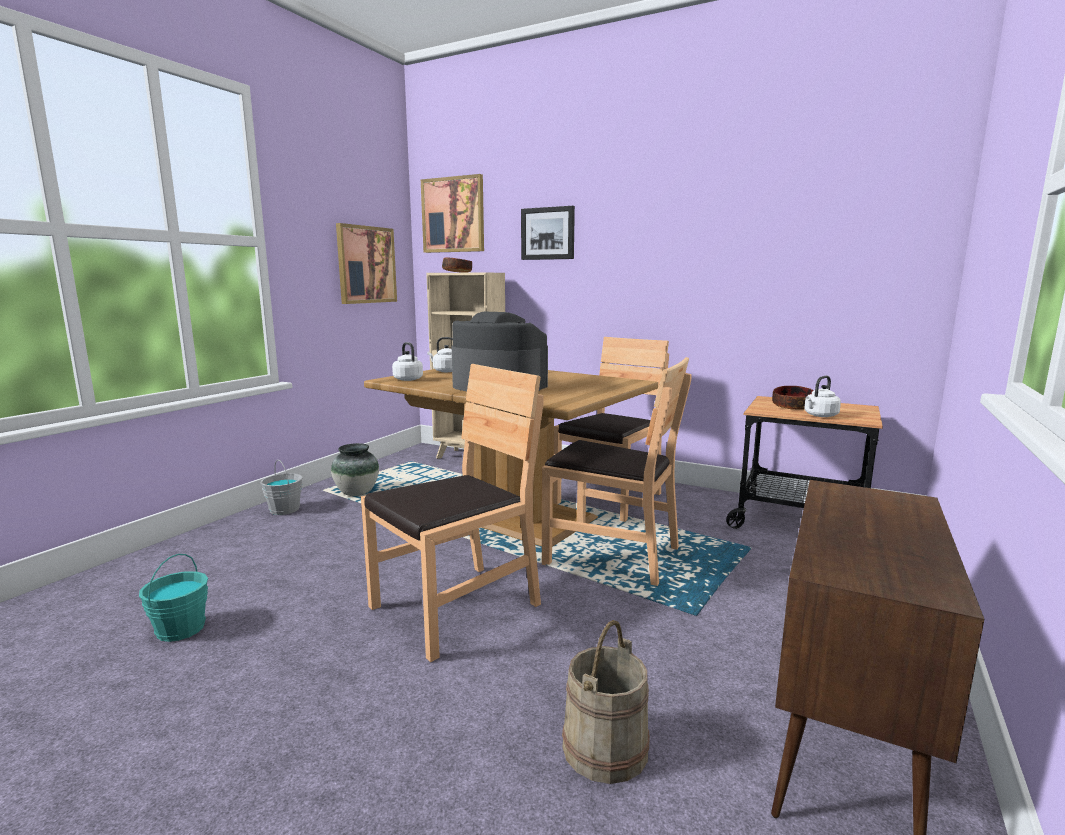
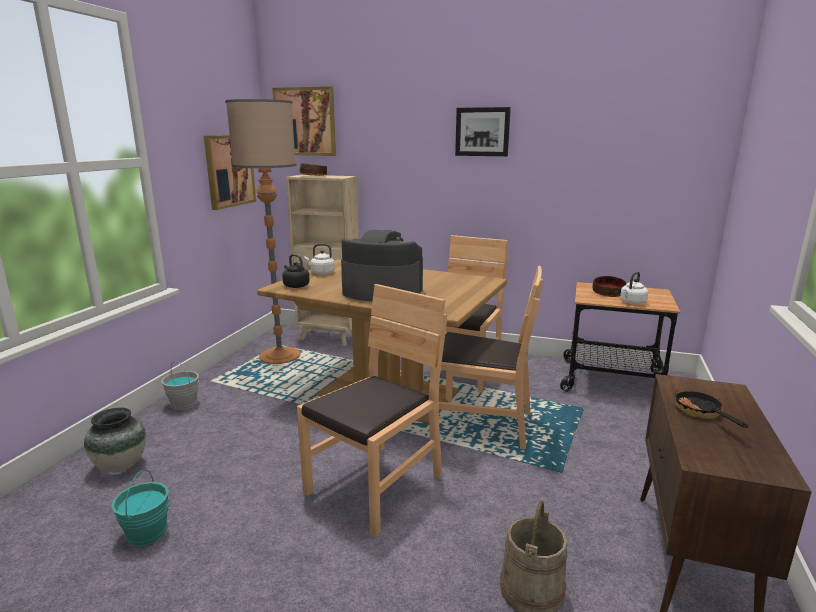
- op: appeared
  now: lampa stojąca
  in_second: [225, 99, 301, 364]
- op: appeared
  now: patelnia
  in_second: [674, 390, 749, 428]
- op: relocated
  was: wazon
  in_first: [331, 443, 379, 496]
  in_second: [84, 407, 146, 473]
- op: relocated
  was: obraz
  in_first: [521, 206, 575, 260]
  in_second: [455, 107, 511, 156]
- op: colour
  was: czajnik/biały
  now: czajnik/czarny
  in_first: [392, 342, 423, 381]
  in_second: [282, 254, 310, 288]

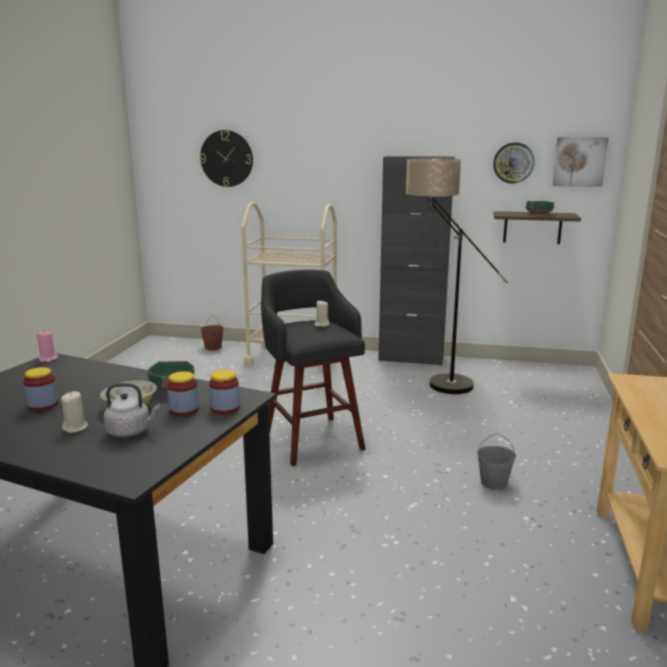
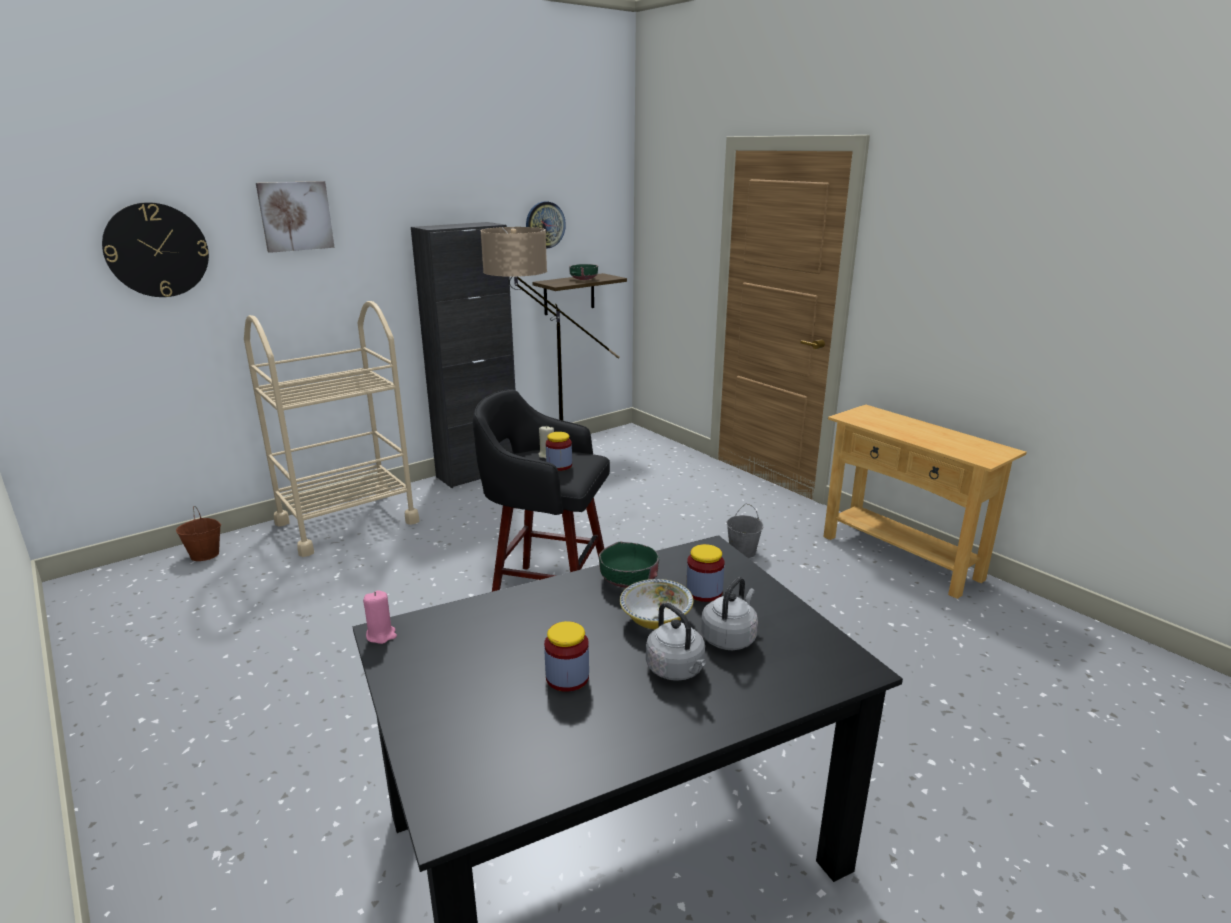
- op: relocated
  was: słoik
  in_first: [209, 370, 240, 414]
  in_second: [546, 432, 572, 471]
- op: relocated
  was: obraz
  in_first: [553, 137, 609, 187]
  in_second: [256, 181, 335, 253]
- op: exchanged
  was: świeca/beżowy
  now: czajnik/szary
  in_first: [61, 391, 88, 433]
  in_second: [646, 602, 706, 681]

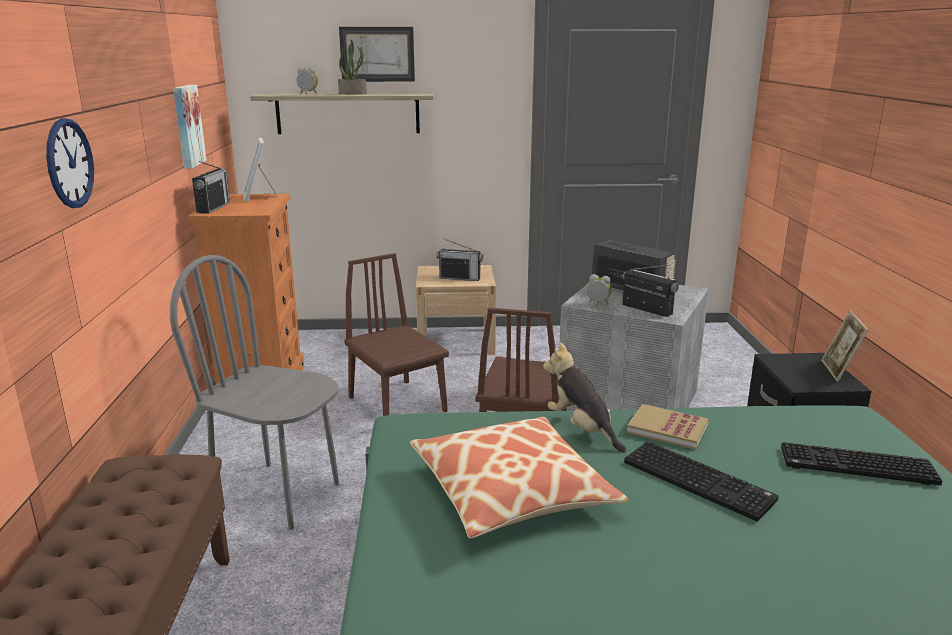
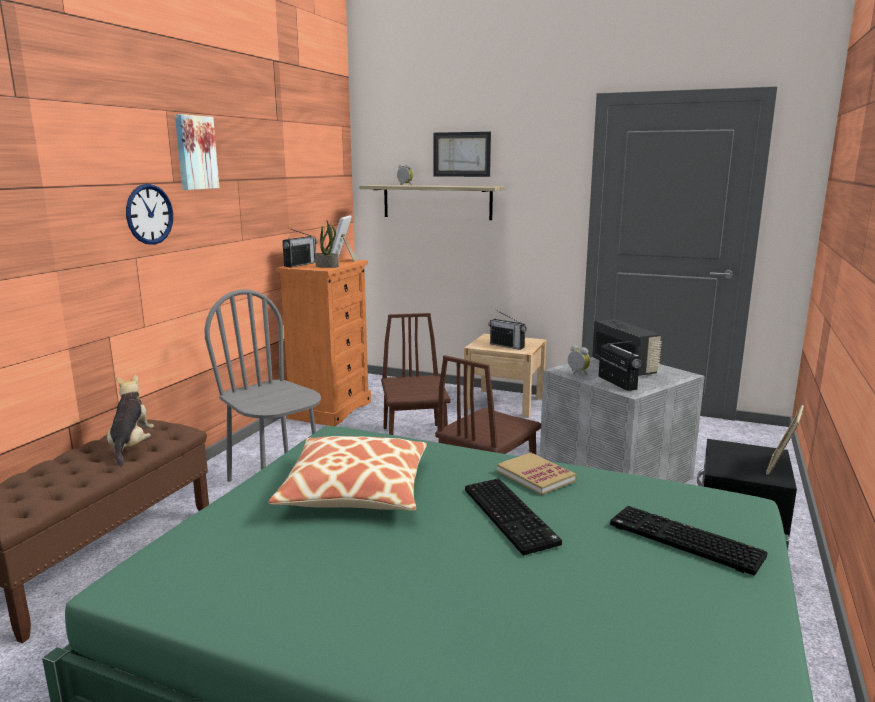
- op: relocated
  was: obraz
  in_first: [173, 85, 207, 169]
  in_second: [175, 114, 220, 190]
- op: relocated
  was: roślina doniczkowa
  in_first: [338, 40, 367, 94]
  in_second: [315, 220, 339, 268]
- op: relocated
  was: pluszak
  in_first: [543, 342, 626, 453]
  in_second: [107, 375, 154, 466]

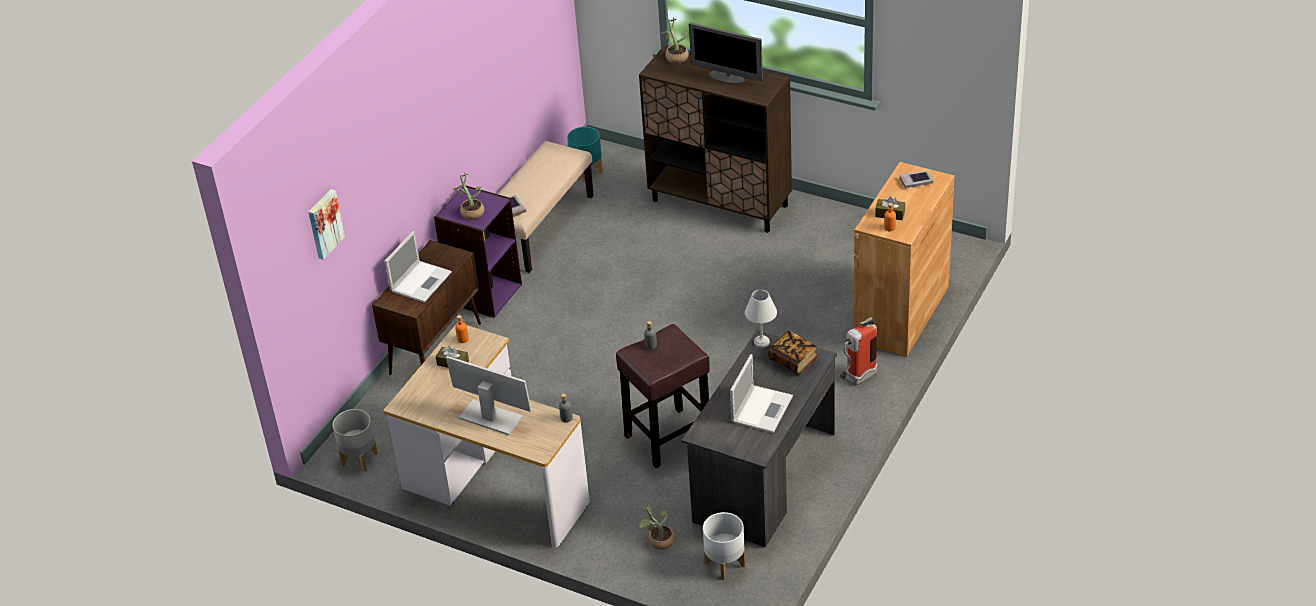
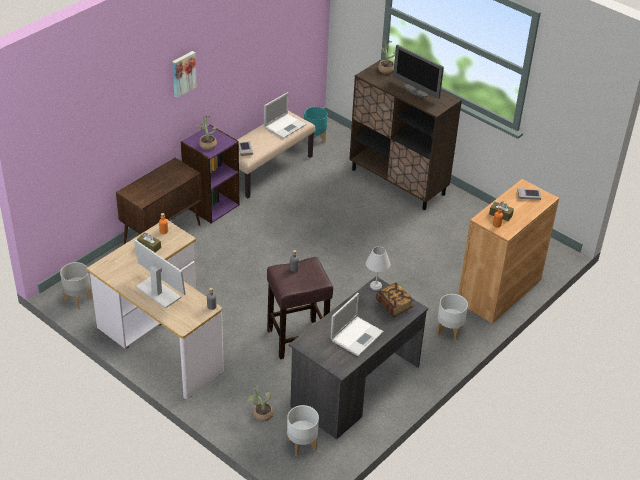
- op: relocated
  was: obraz
  in_first: [309, 189, 345, 260]
  in_second: [172, 51, 197, 98]
- op: relocated
  was: laptop
  in_first: [385, 231, 452, 303]
  in_second: [264, 92, 306, 139]
- op: exchanged
  was: gaśnica
  now: donica/biały
  in_first: [839, 317, 878, 385]
  in_second: [437, 294, 468, 340]

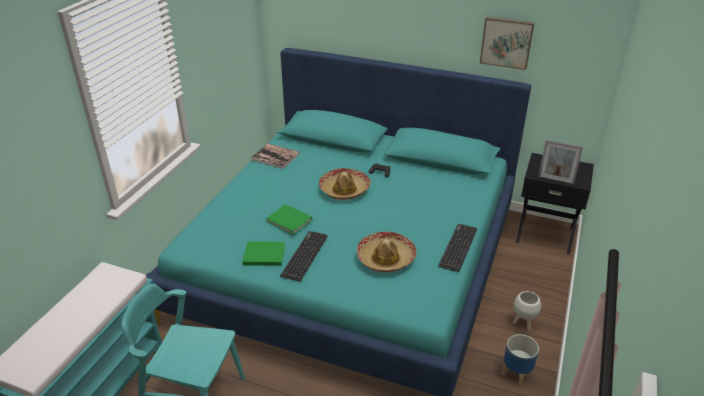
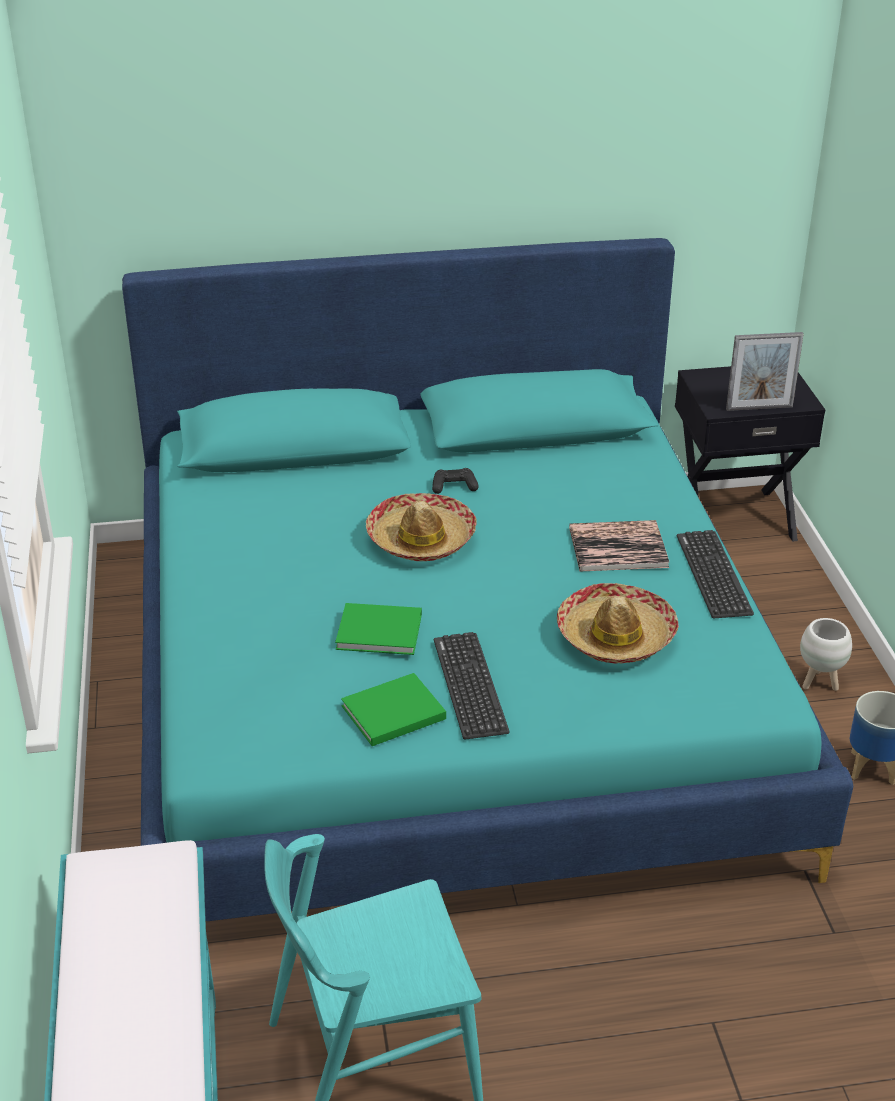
- op: missing
  was: obraz
  in_first: [480, 17, 534, 70]
- op: relocated
  was: książka
  in_first: [251, 144, 300, 169]
  in_second: [569, 520, 670, 572]

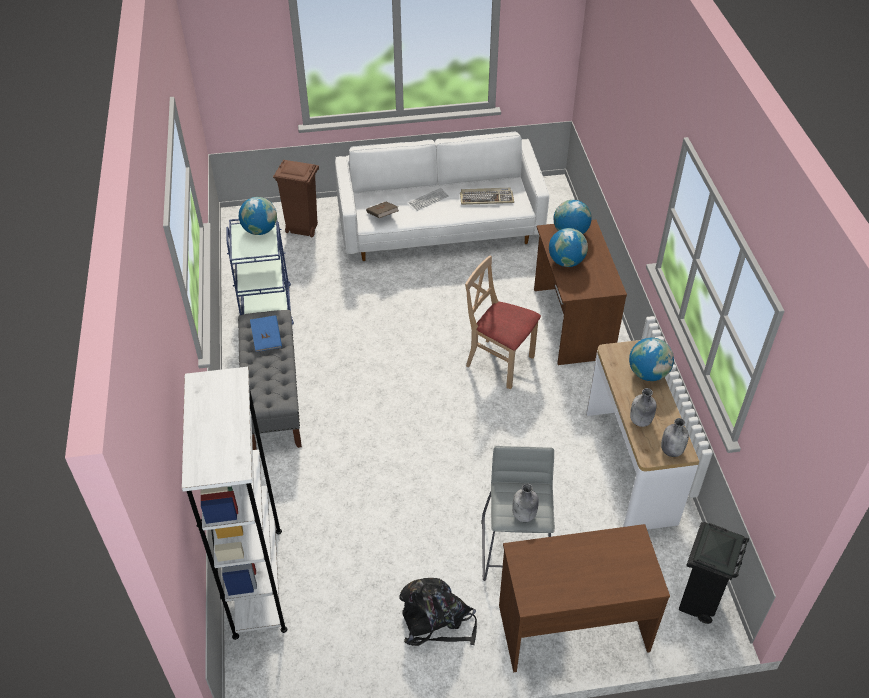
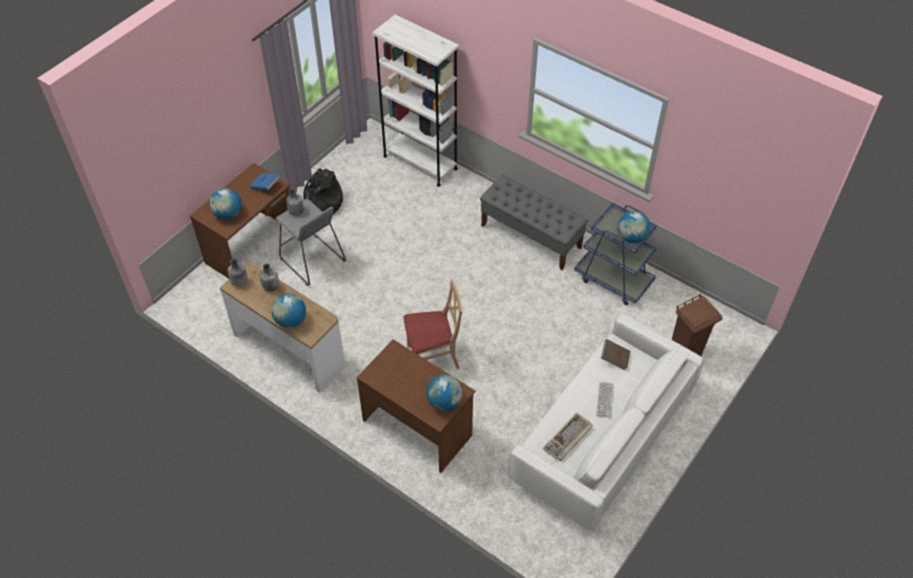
- op: missing
  was: kosz na śmieci/czarny
  in_first: [679, 522, 749, 624]
- op: relocated
  was: książka/niebieski
  in_first: [250, 315, 282, 352]
  in_second: [250, 173, 281, 190]
- op: relocated
  was: globus
  in_first: [549, 228, 588, 267]
  in_second: [210, 188, 242, 220]

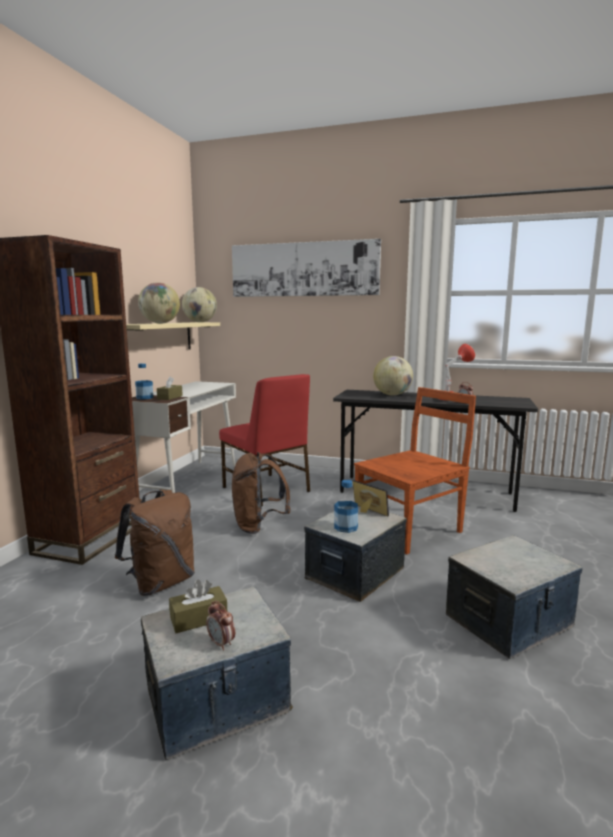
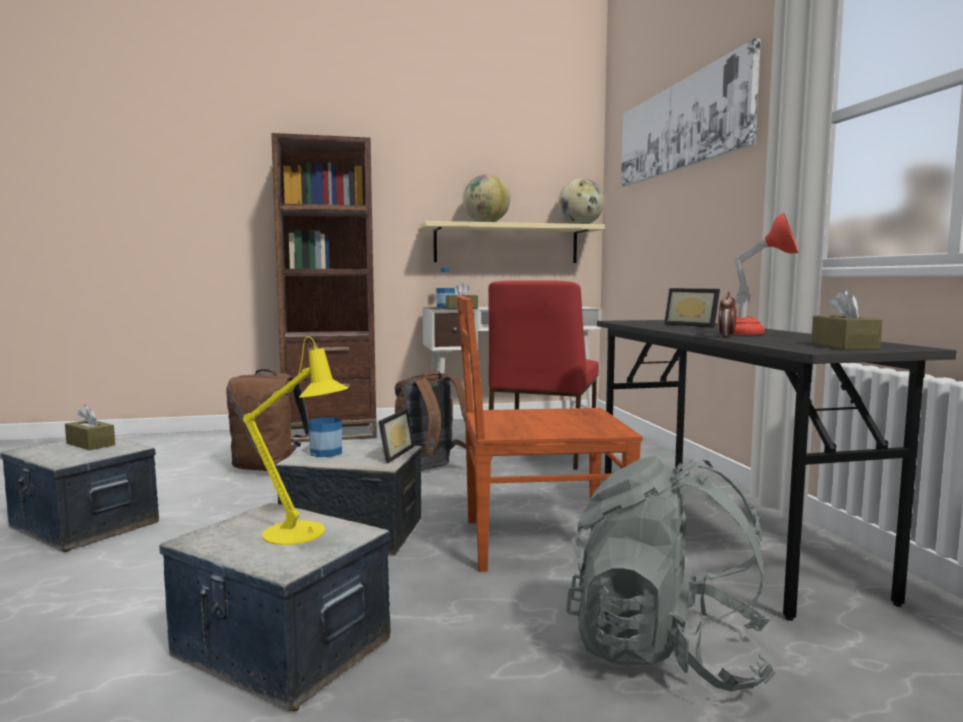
- op: missing
  was: budzik
  in_first: [206, 601, 235, 650]
- op: appeared
  now: lampa stołowa/żółty
  in_second: [243, 336, 348, 545]
- op: appeared
  now: plecak/szary
  in_second: [566, 456, 776, 692]
- op: appeared
  now: pudełko chusteczek/brązowy
  in_second: [811, 289, 882, 350]
- op: exchanged
  was: globus
  now: ramka na zdjęcie
  in_first: [373, 356, 413, 396]
  in_second: [664, 288, 720, 328]
- op: spun
  was: krzesło/brązowy
  in_first: [354, 387, 476, 555]
  in_second: [456, 295, 643, 572]
  clockwise: 150

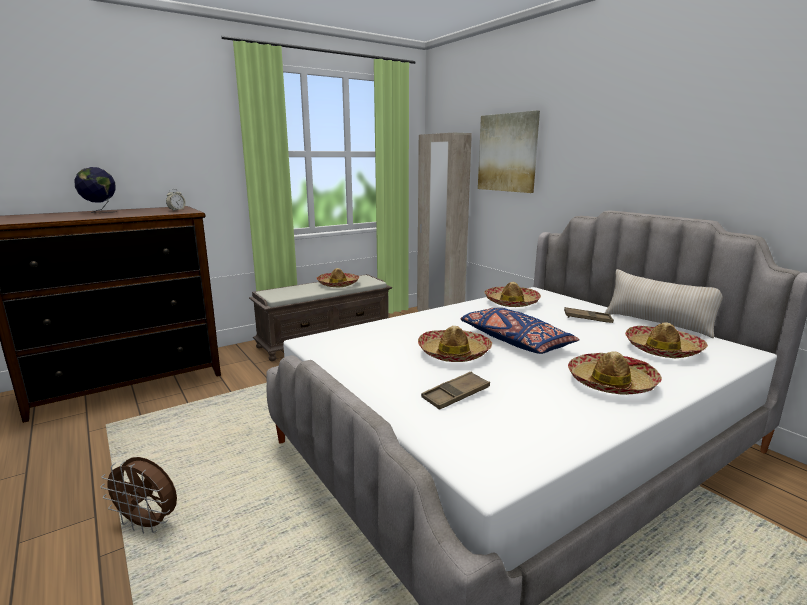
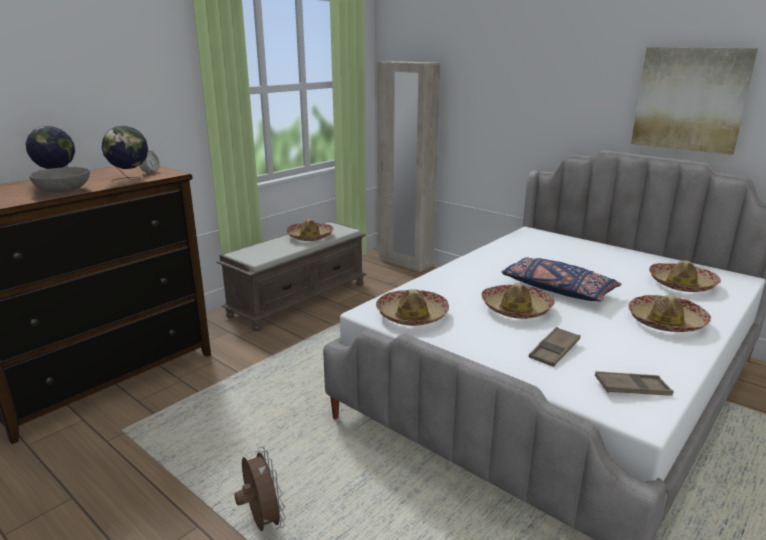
- op: missing
  was: poduszka/beżowy
  in_first: [605, 269, 723, 338]
- op: appeared
  now: miska/szary
  in_second: [29, 167, 90, 193]
- op: appeared
  now: globus
  in_second: [102, 126, 148, 182]
- op: relocated
  was: obraz
  in_first: [478, 110, 540, 193]
  in_second: [631, 47, 758, 155]
- op: relocated
  was: kapelusz
  in_first: [484, 282, 541, 307]
  in_second: [376, 289, 449, 326]
- op: relocated
  was: taca/brązowy
  in_first: [564, 307, 614, 323]
  in_second: [595, 371, 673, 396]
- op: spun
  was: wentylator/brązowy
  in_first: [100, 457, 177, 534]
  in_second: [234, 447, 286, 531]
  clockwise: -120

